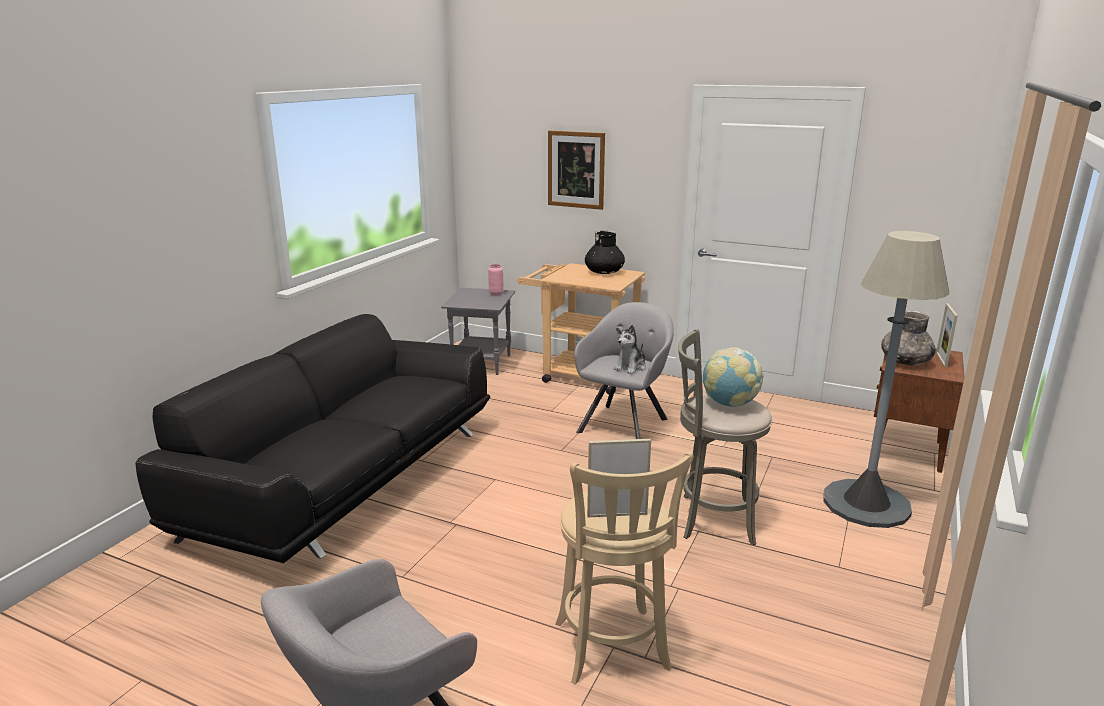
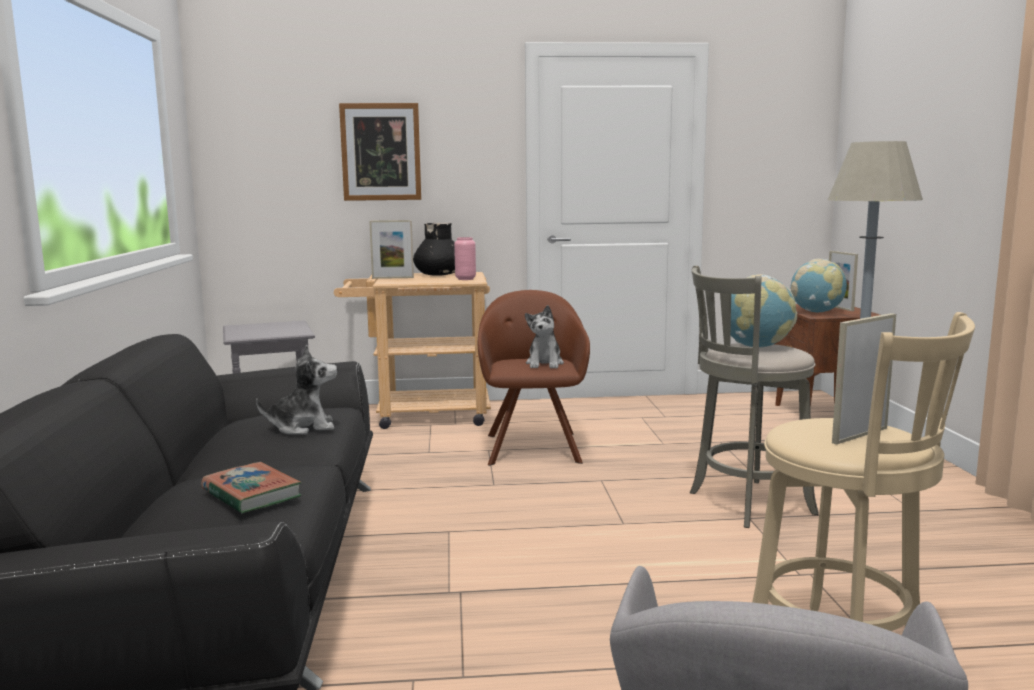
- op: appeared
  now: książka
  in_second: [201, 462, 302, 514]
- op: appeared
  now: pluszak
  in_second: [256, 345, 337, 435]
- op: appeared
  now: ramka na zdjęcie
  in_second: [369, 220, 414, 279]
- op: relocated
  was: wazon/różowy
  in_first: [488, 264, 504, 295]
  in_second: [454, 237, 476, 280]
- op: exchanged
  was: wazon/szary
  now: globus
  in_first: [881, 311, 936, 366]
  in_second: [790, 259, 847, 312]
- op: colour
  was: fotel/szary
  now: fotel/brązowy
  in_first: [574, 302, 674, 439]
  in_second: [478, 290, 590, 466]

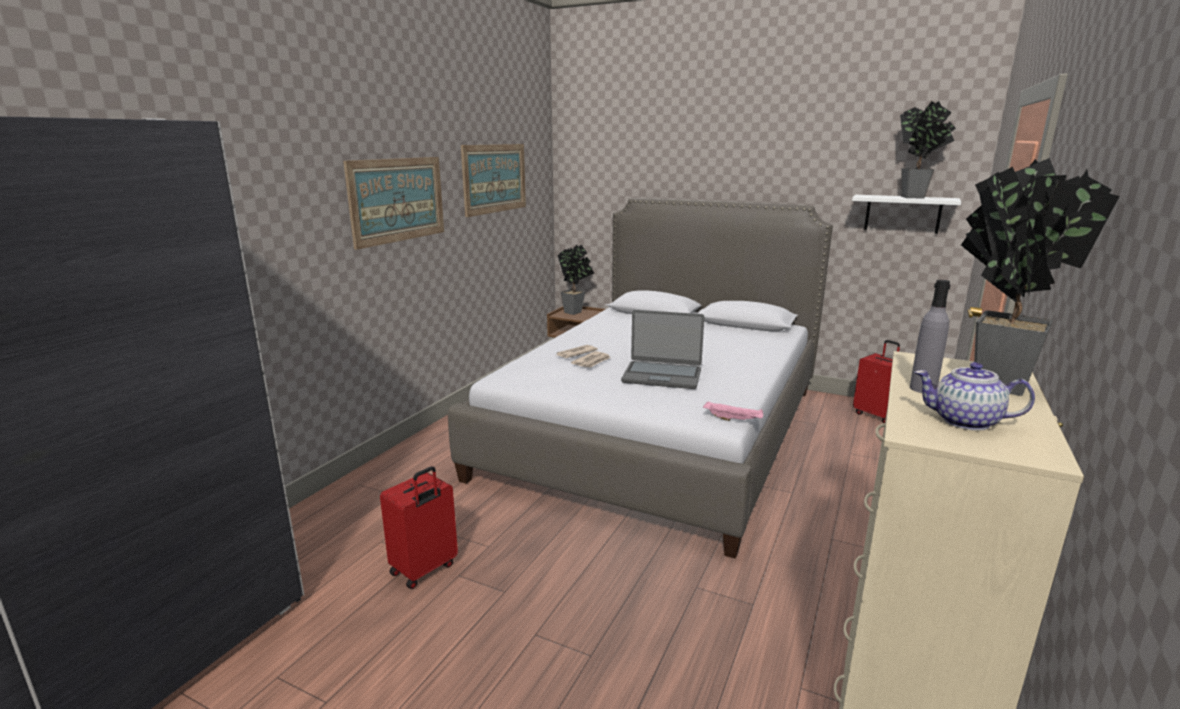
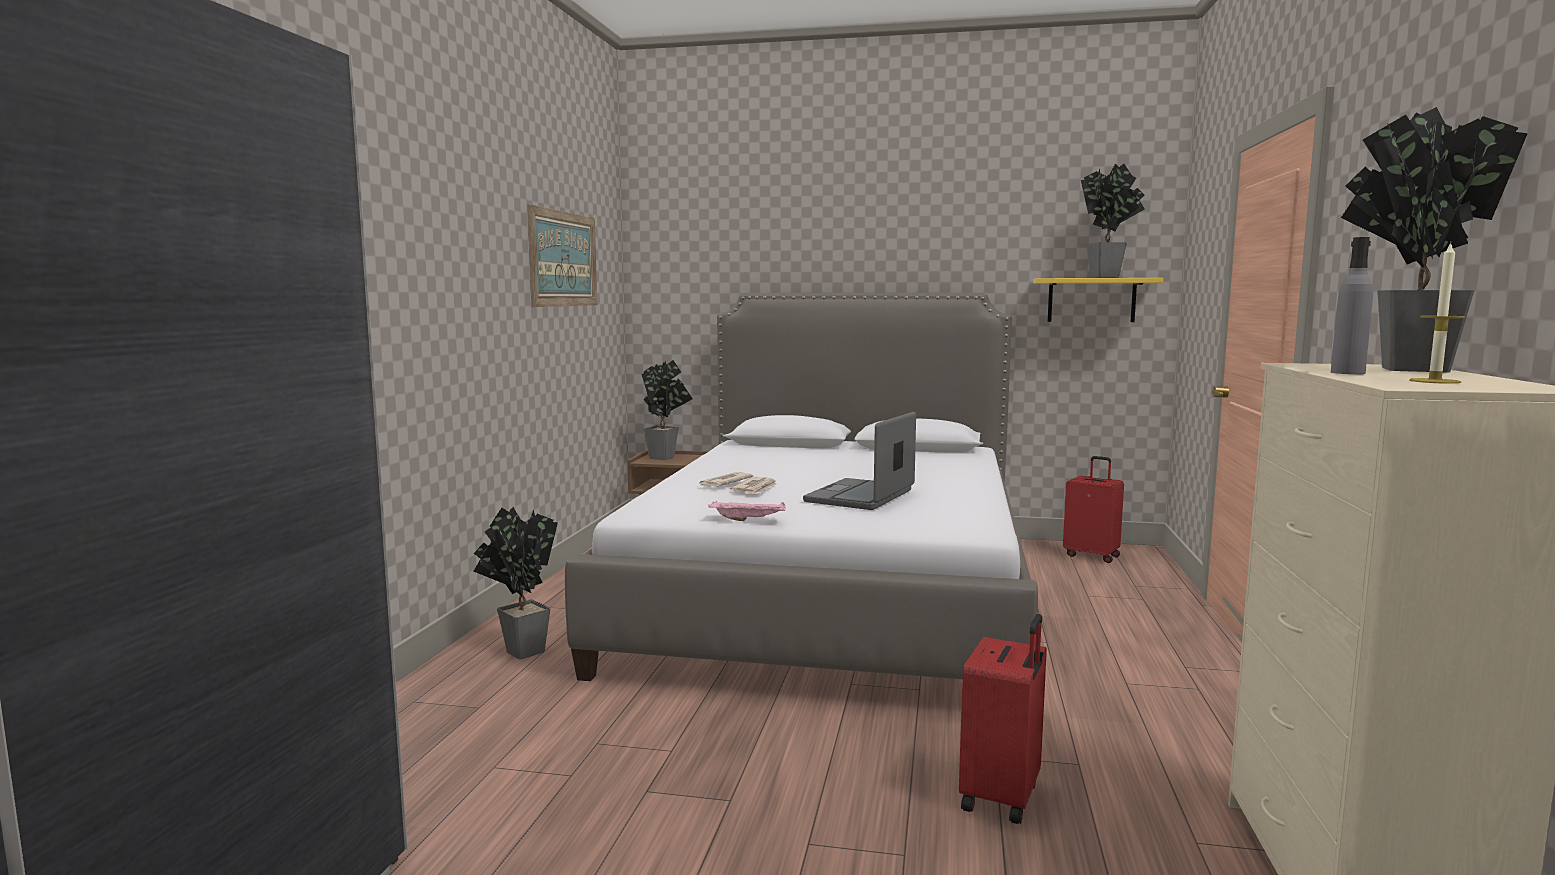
- op: missing
  was: obraz
  in_first: [343, 157, 444, 250]
- op: appeared
  now: roślina doniczkowa
  in_second: [474, 507, 558, 659]
- op: relocated
  was: walizka/czerwony
  in_first: [380, 466, 458, 589]
  in_second: [959, 614, 1047, 824]
- op: relocated
  was: taca/różowy
  in_first: [703, 401, 763, 421]
  in_second: [708, 501, 786, 521]
- op: exchanged
  was: imbryk
  now: świeca
  in_first: [915, 362, 1035, 431]
  in_second: [1409, 243, 1465, 384]
- op: colour
  was: półka/biały
  now: półka/żółty
  in_first: [852, 195, 962, 234]
  in_second: [1033, 278, 1163, 322]
- op: spun
  was: laptop
  in_first: [621, 310, 704, 389]
  in_second: [803, 412, 916, 510]
  clockwise: 120

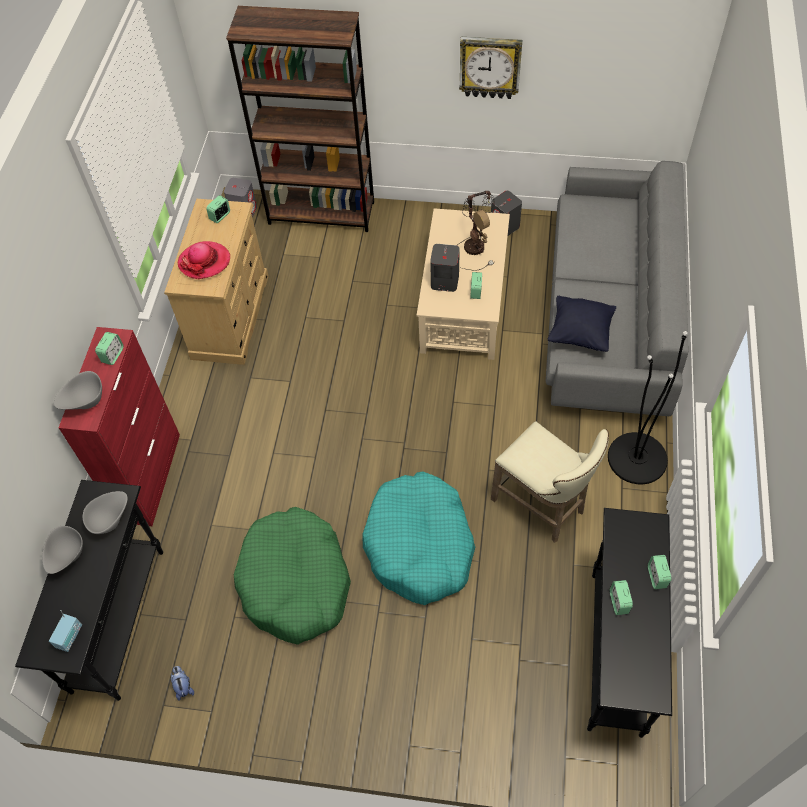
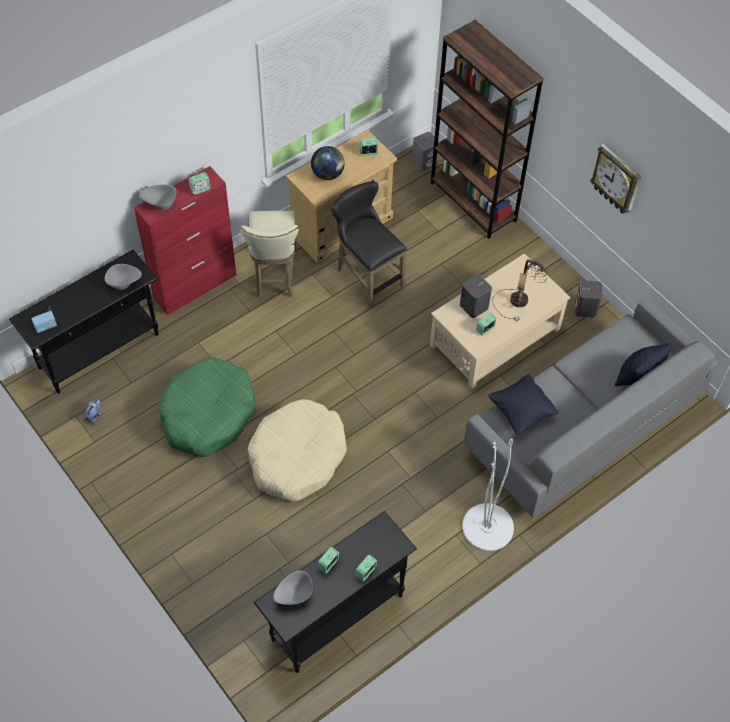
- op: appeared
  now: stołek/czarny
  in_second: [331, 181, 407, 309]
- op: appeared
  now: poduszka/czarny
  in_second: [615, 343, 672, 386]
- op: relocated
  was: miska/szary
  in_first: [42, 526, 83, 574]
  in_second: [273, 571, 313, 605]
- op: relocated
  was: stołek/beżowy
  in_first: [491, 422, 609, 543]
  in_second: [240, 211, 299, 298]
- op: exchanged
  was: kapelusz
  now: globus
  in_first: [177, 241, 230, 279]
  in_second: [311, 146, 345, 180]
- op: colour
  was: legowisko/turkusowy
  now: legowisko/beżowy
  in_first: [362, 472, 475, 605]
  in_second: [248, 399, 347, 501]
- op: colour
  was: lampa stojąca/czarny
  now: lampa stojąca/biały
  in_first: [608, 331, 688, 484]
  in_second: [462, 438, 514, 551]

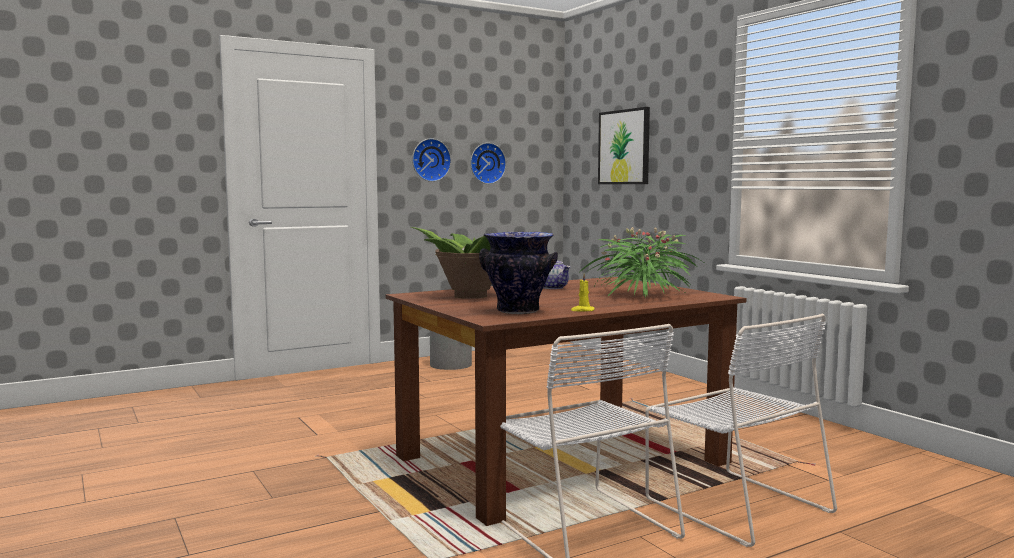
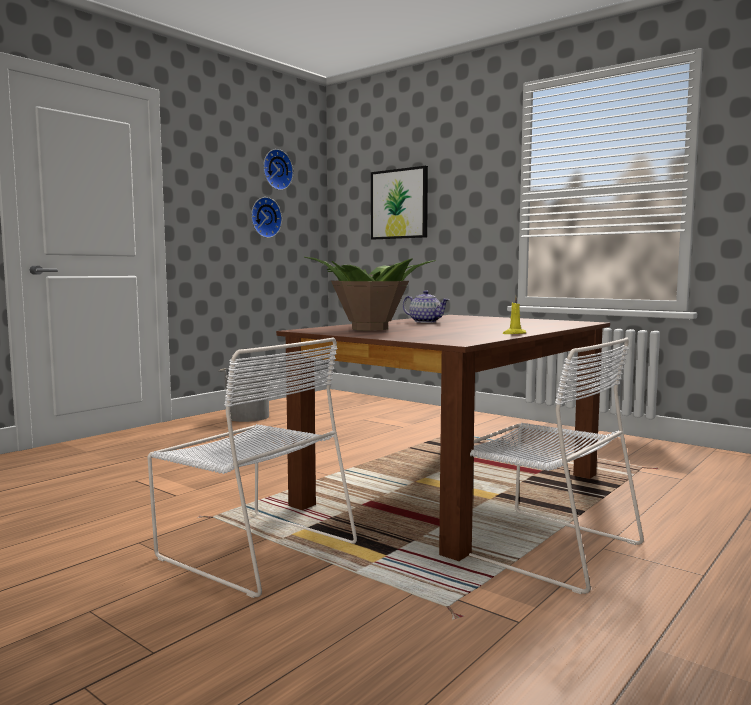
- op: missing
  was: wazon
  in_first: [479, 232, 558, 314]
- op: missing
  was: roślina doniczkowa
  in_first: [580, 227, 706, 299]
- op: relocated
  was: zegar ścienny
  in_first: [412, 138, 451, 182]
  in_second: [263, 149, 293, 190]
- op: relocated
  was: krzesło/biały
  in_first: [645, 314, 837, 547]
  in_second: [148, 337, 357, 598]

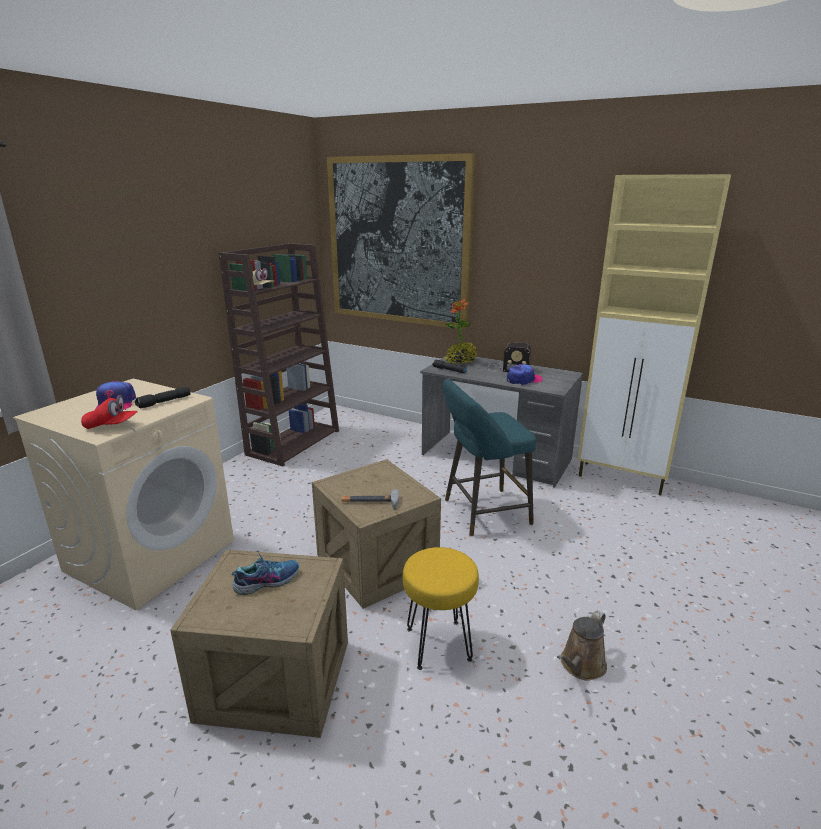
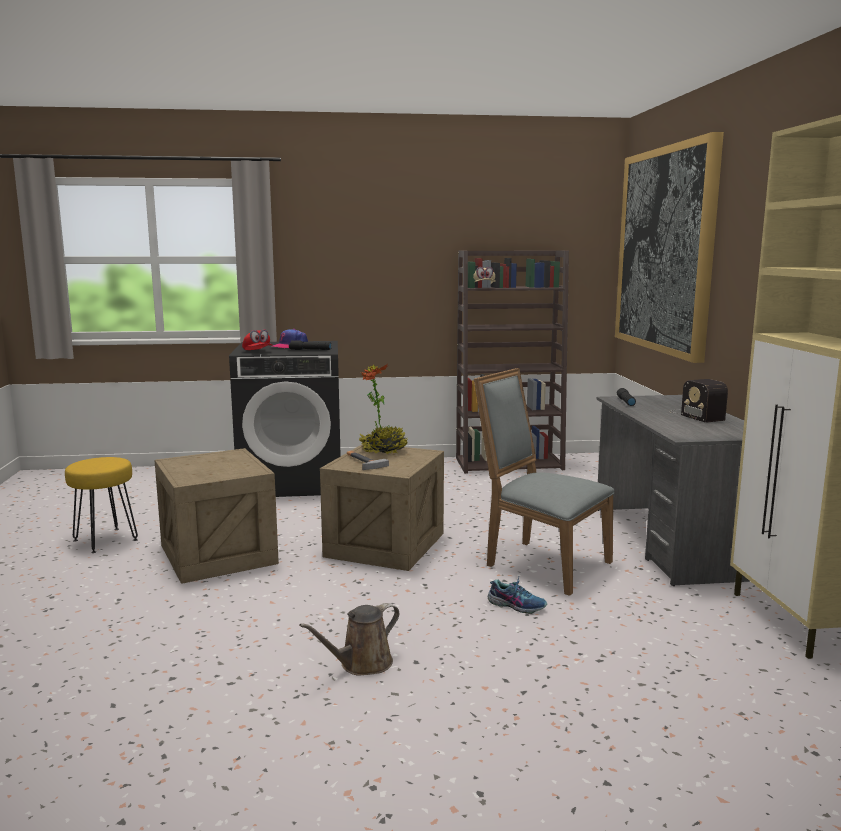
- op: missing
  was: czapka z daszkiem
  in_first: [507, 364, 543, 385]
- op: relocated
  was: but
  in_first: [232, 551, 299, 595]
  in_second: [488, 577, 547, 614]
- op: relocated
  was: stołek/żółty
  in_first: [403, 547, 479, 670]
  in_second: [65, 457, 138, 553]
- op: relocated
  was: roślina doniczkowa
  in_first: [444, 298, 477, 364]
  in_second: [359, 364, 408, 454]
- op: exchanged
  was: stołek/turkusowy
  now: krzesło/szary
  in_first: [443, 379, 536, 536]
  in_second: [474, 368, 615, 596]
- op: colour
  was: pralka/beżowy
  now: pralka/czarny
  in_first: [13, 379, 234, 610]
  in_second: [229, 341, 341, 497]
- op: spun
  was: konewka/brązowy
  in_first: [557, 610, 607, 681]
  in_second: [299, 603, 399, 676]
  clockwise: -45

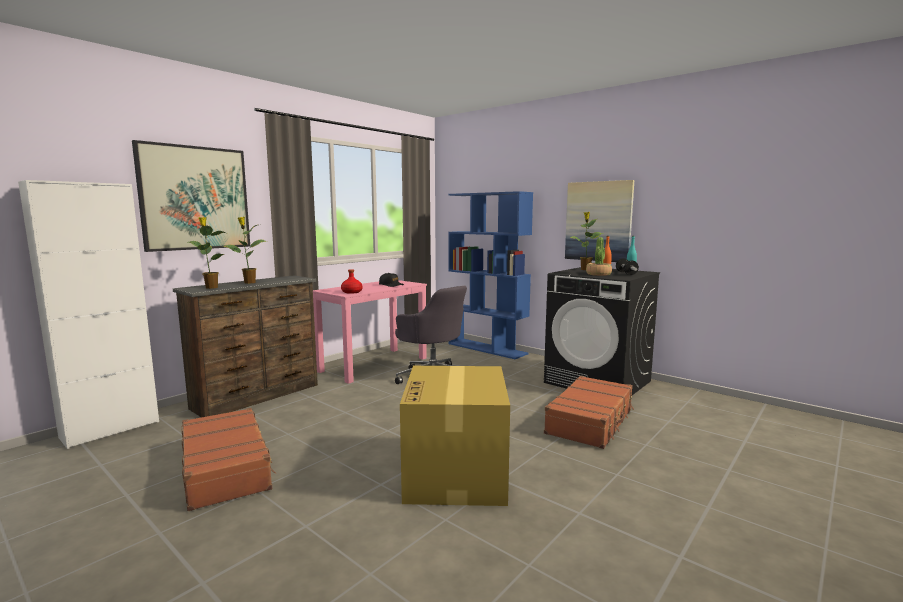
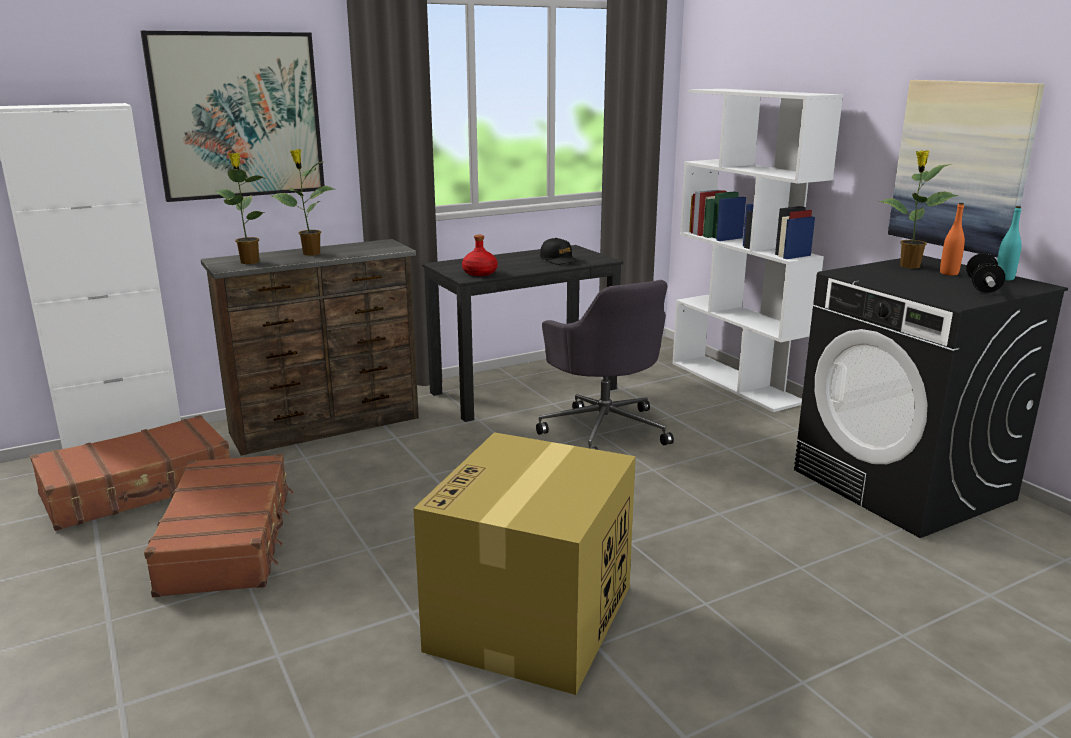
- op: missing
  was: roślina doniczkowa
  in_first: [586, 237, 612, 276]
- op: relocated
  was: walizka/brązowy
  in_first: [544, 376, 634, 449]
  in_second: [30, 415, 230, 531]
- op: colour
  was: biurko/różowy
  now: biurko/czarny
  in_first: [313, 280, 427, 384]
  in_second: [422, 245, 623, 422]
- op: colour
  was: regał/niebieski
  now: regał/biały
  in_first: [448, 191, 533, 359]
  in_second: [672, 89, 843, 412]

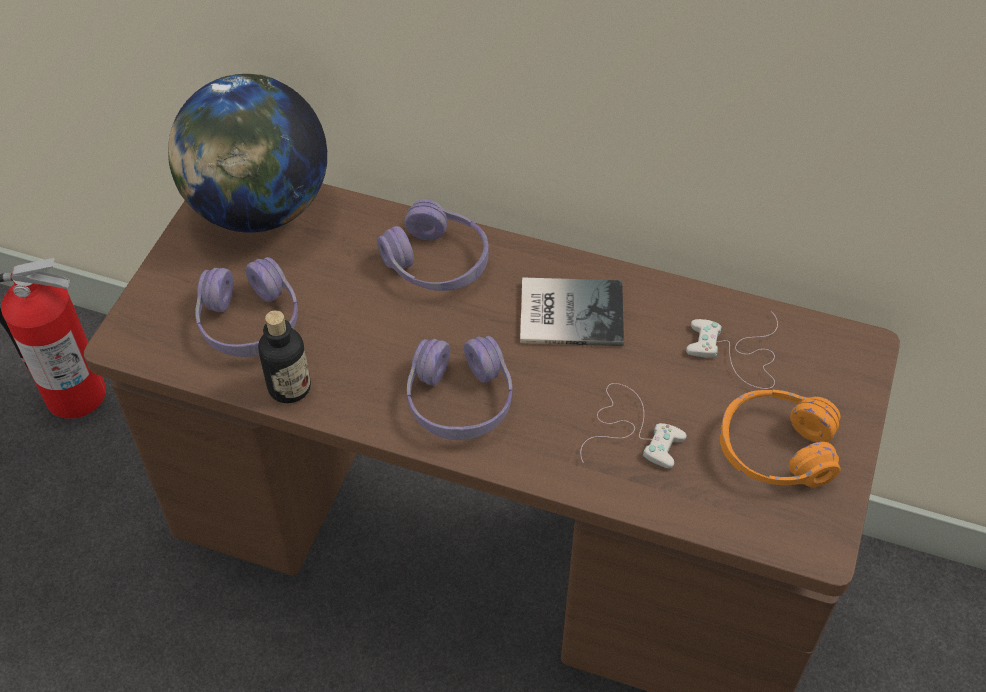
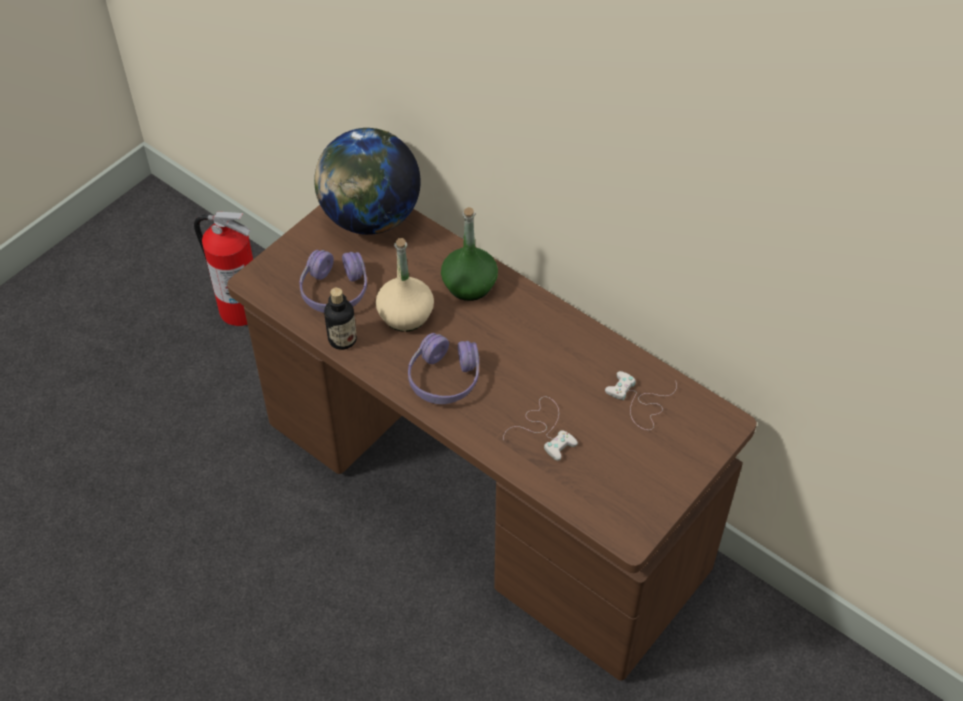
- op: missing
  was: książka
  in_first: [520, 277, 624, 346]
- op: missing
  was: słuchawki/pomarańczowy
  in_first: [720, 389, 841, 487]
- op: appeared
  now: butelka/beżowy
  in_second: [376, 238, 434, 332]
- op: exchanged
  was: słuchawki/fioletowy
  now: butelka/zielony
  in_first: [377, 199, 488, 291]
  in_second: [441, 207, 498, 301]

